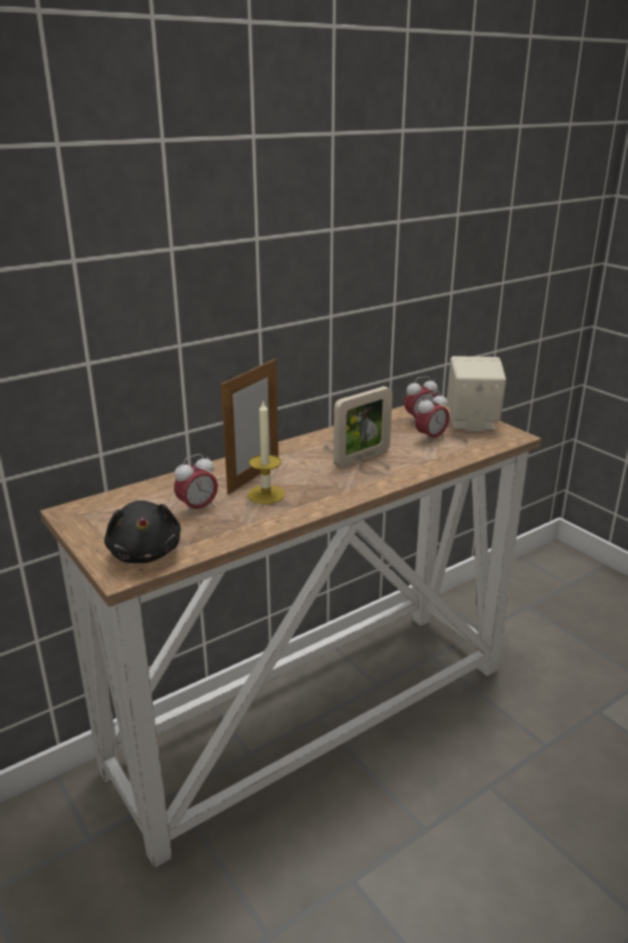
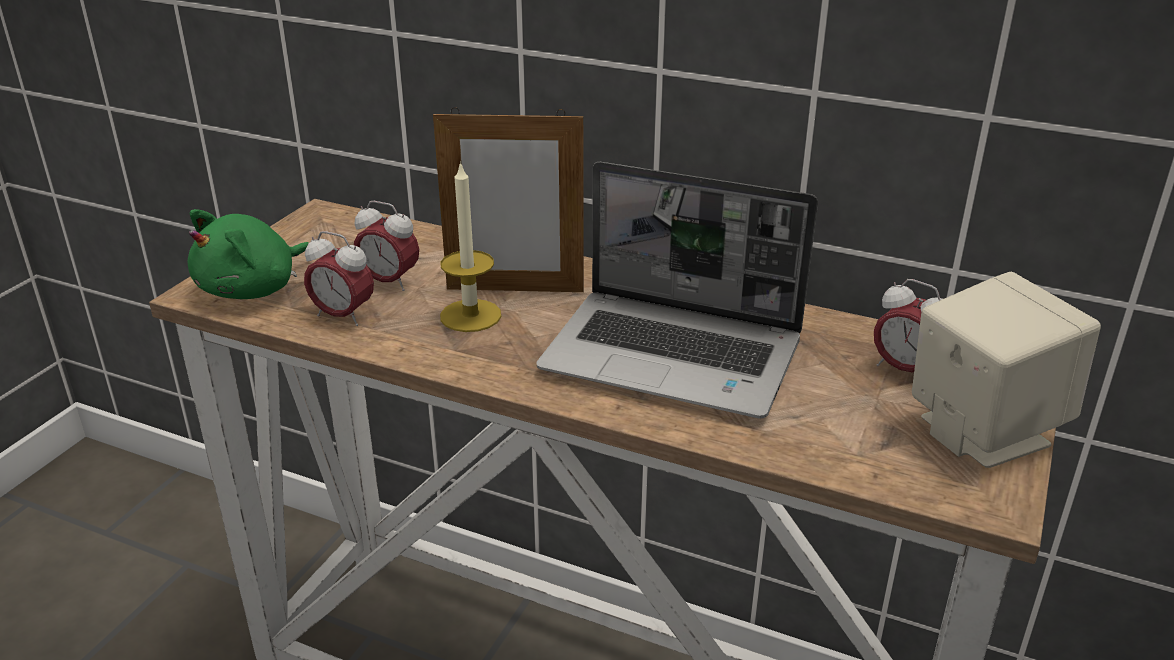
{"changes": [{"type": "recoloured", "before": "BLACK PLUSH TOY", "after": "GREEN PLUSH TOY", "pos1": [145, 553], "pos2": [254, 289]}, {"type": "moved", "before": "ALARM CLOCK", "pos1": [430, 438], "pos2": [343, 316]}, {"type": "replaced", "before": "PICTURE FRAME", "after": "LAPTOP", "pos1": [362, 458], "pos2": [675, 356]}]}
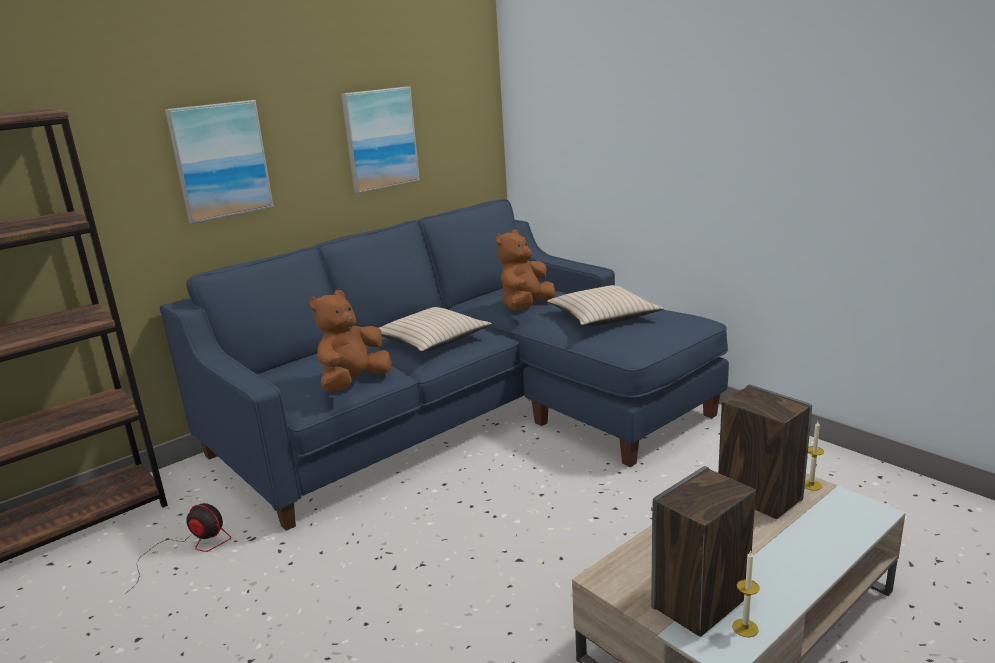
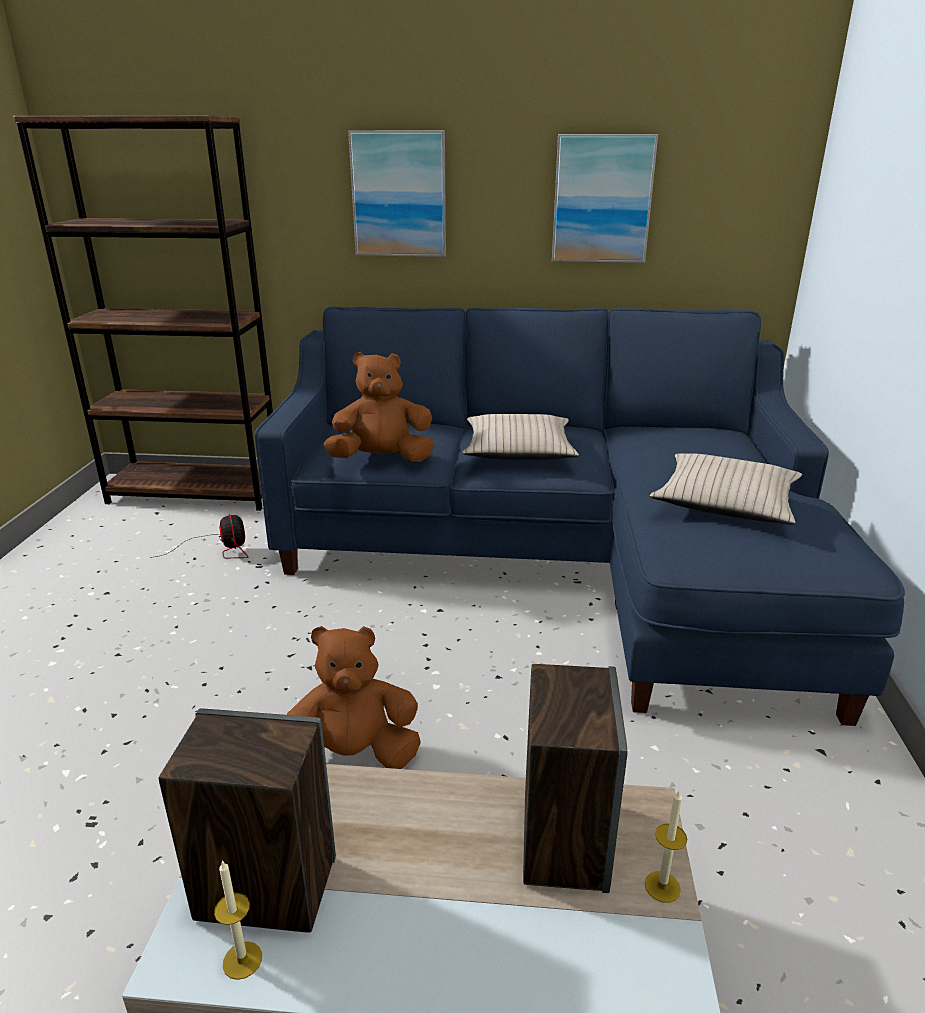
{"changes": [{"type": "moved", "before": "BROWN PLUSH TOY", "pos1": [526, 307], "pos2": [352, 757]}]}
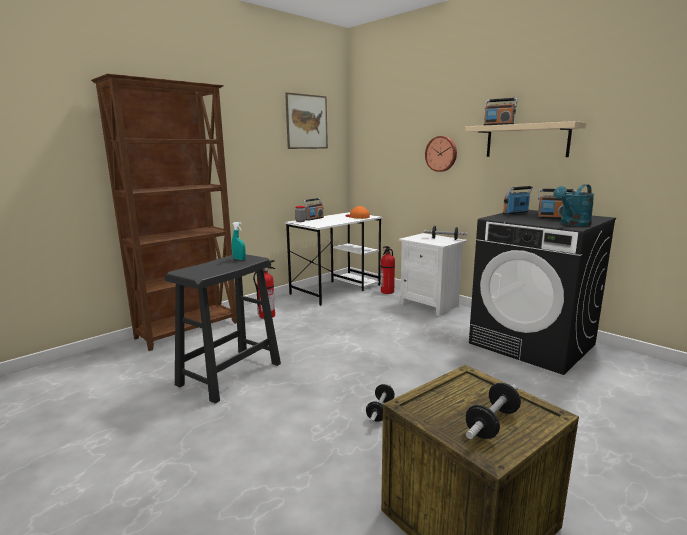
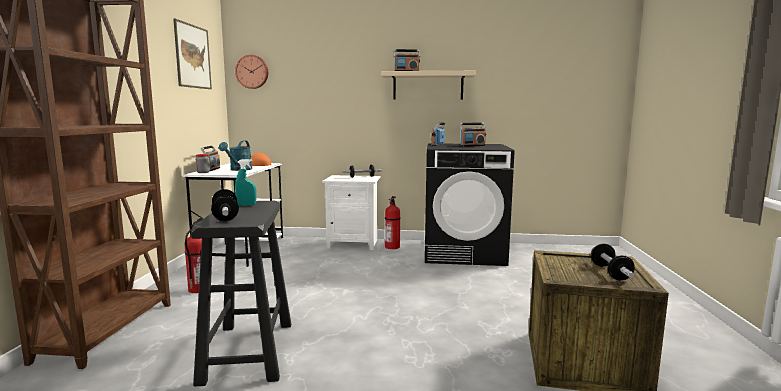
{"changes": [{"type": "moved", "before": "DUMBBELL", "pos1": [380, 411], "pos2": [225, 216]}, {"type": "moved", "before": "TURQUOISE WATERING CAN", "pos1": [572, 224], "pos2": [239, 169]}, {"type": "moved", "before": "WALL CLOCK", "pos1": [441, 154], "pos2": [252, 72]}, {"type": "moved", "before": "FIRE EXTINGUISHER", "pos1": [387, 292], "pos2": [392, 247]}]}
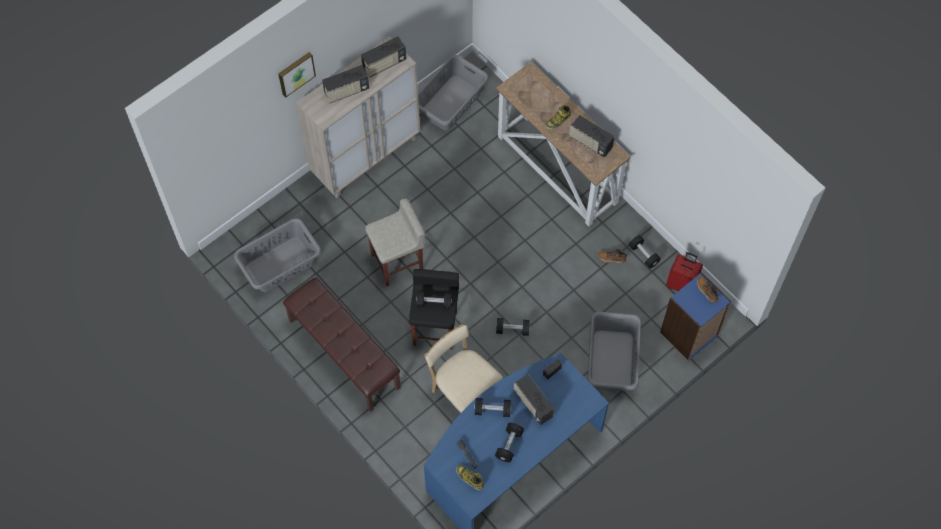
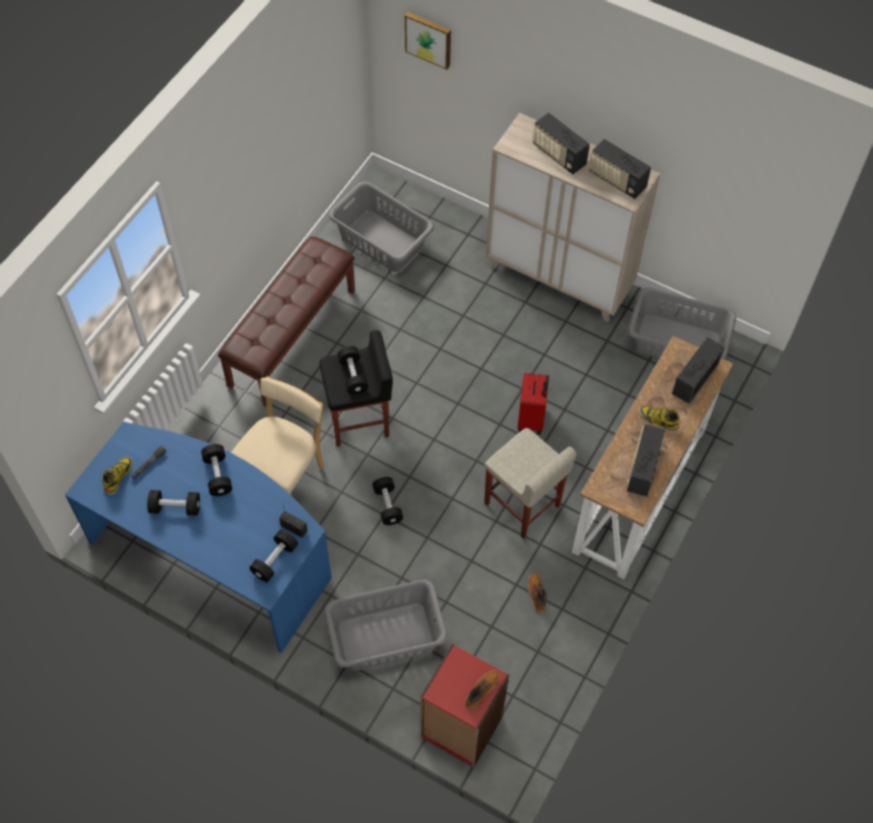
{"changes": [{"type": "moved", "before": "BLACK DUMBBELL", "pos1": [643, 255], "pos2": [274, 560]}, {"type": "moved", "before": "PICTURE", "pos1": [295, 73], "pos2": [429, 39]}, {"type": "recoloured", "before": "BLUE BOOKCASE", "after": "RED BOOKCASE", "pos1": [689, 334], "pos2": [461, 727]}, {"type": "moved", "before": "BEIGE STOOL", "pos1": [398, 262], "pos2": [522, 505]}, {"type": "moved", "before": "RED SUITCASE", "pos1": [682, 285], "pos2": [531, 419]}, {"type": "moved", "before": "RADIO", "pos1": [533, 404], "pos2": [694, 379]}]}
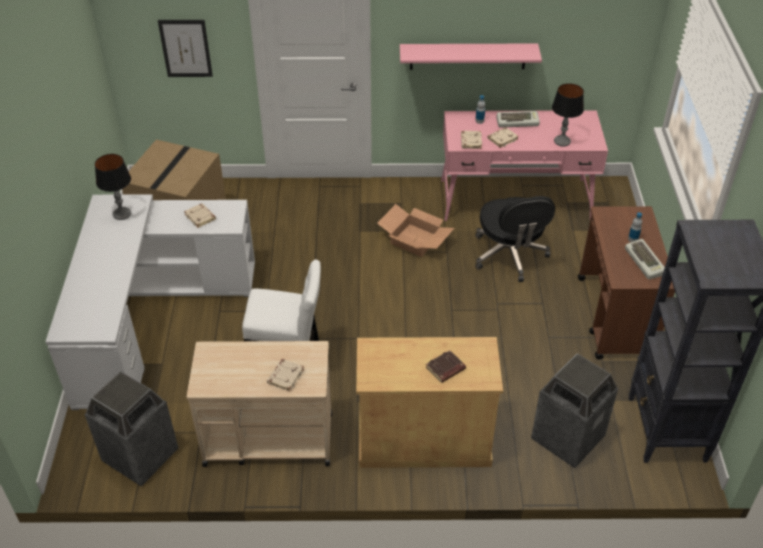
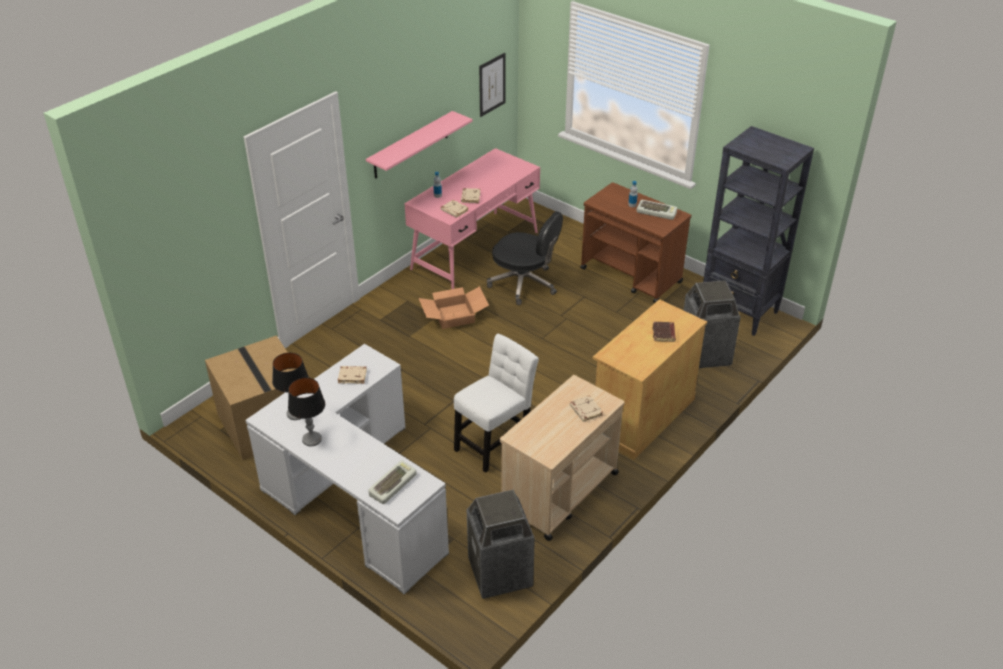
{"changes": [{"type": "moved", "before": "TABLE LAMP", "pos1": [562, 141], "pos2": [312, 439]}, {"type": "moved", "before": "KEYBOARD", "pos1": [517, 122], "pos2": [392, 484]}, {"type": "moved", "before": "PICTURE", "pos1": [185, 48], "pos2": [492, 84]}]}
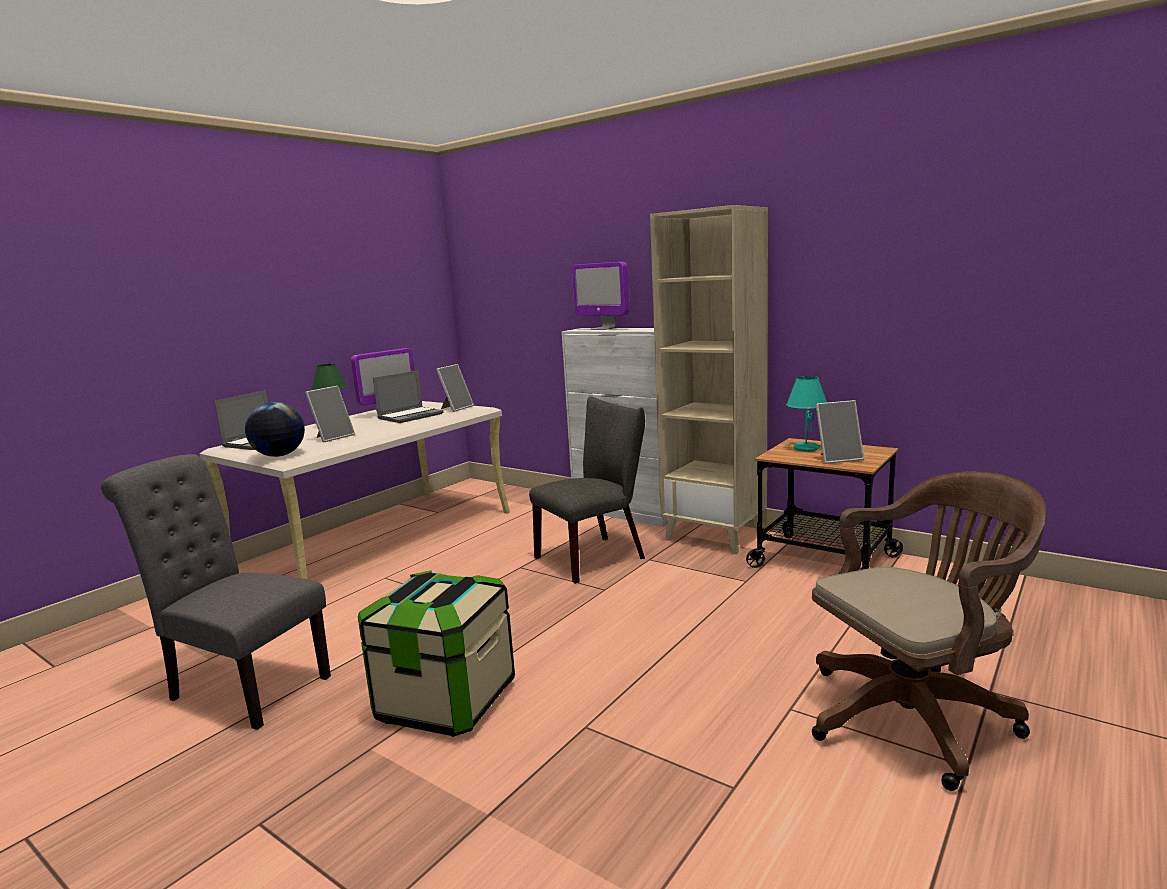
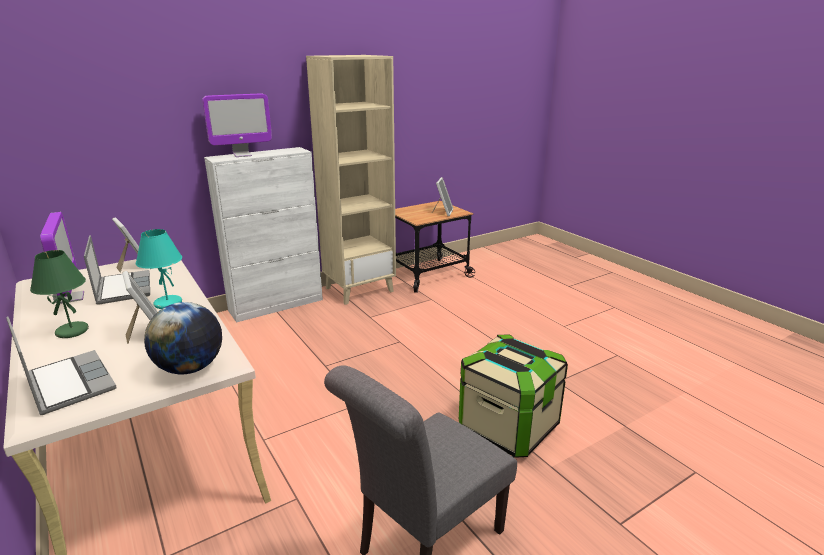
{"changes": [{"type": "moved", "before": "TURQUOISE TABLE LAMP", "pos1": [805, 448], "pos2": [167, 303]}, {"type": "removed", "before": "GREY CHAIR", "pos1": [596, 556]}, {"type": "removed", "before": "BROWN OFFICE CHAIR", "pos1": [916, 715]}]}
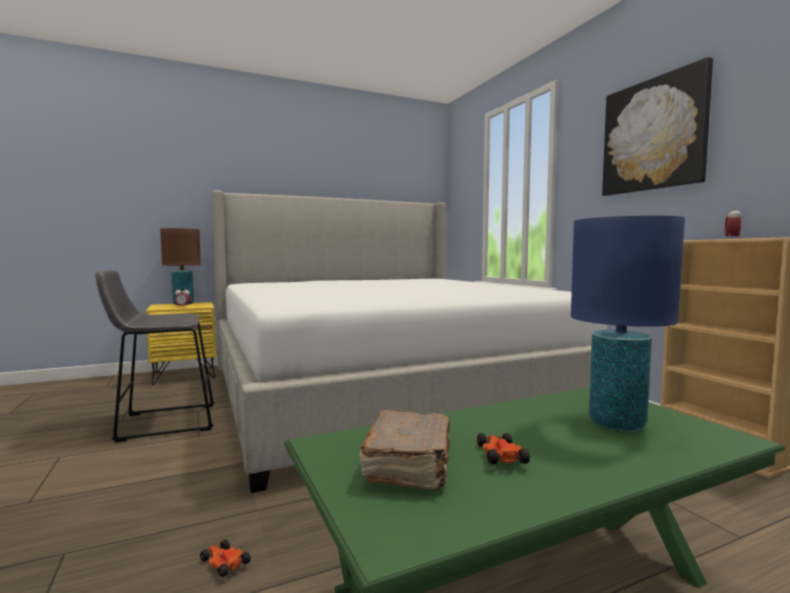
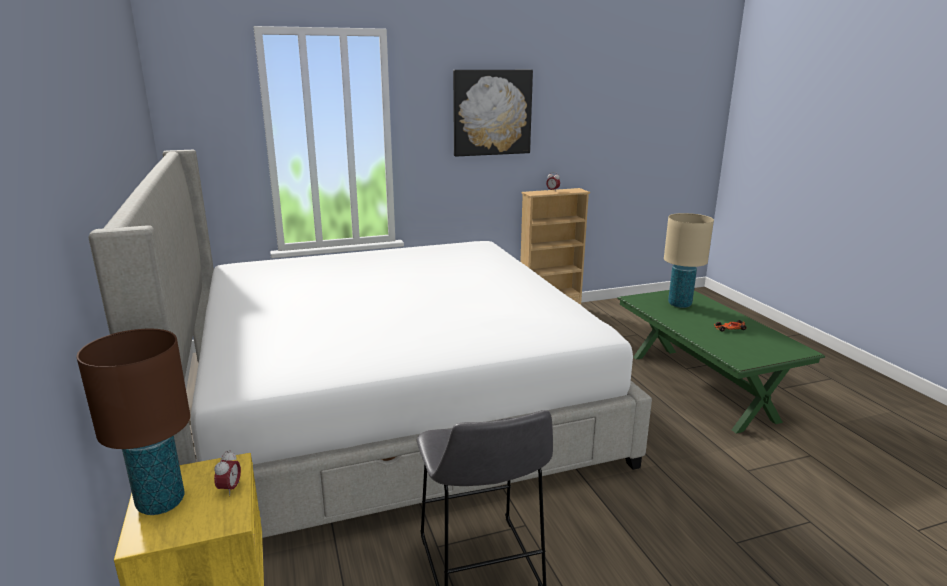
{"changes": [{"type": "recoloured", "before": "BLUE TABLE LAMP", "after": "BEIGE TABLE LAMP", "pos1": [616, 423], "pos2": [680, 304]}, {"type": "removed", "before": "TOY CAR", "pos1": [223, 563]}, {"type": "removed", "before": "BROWN BOOK", "pos1": [410, 466]}]}
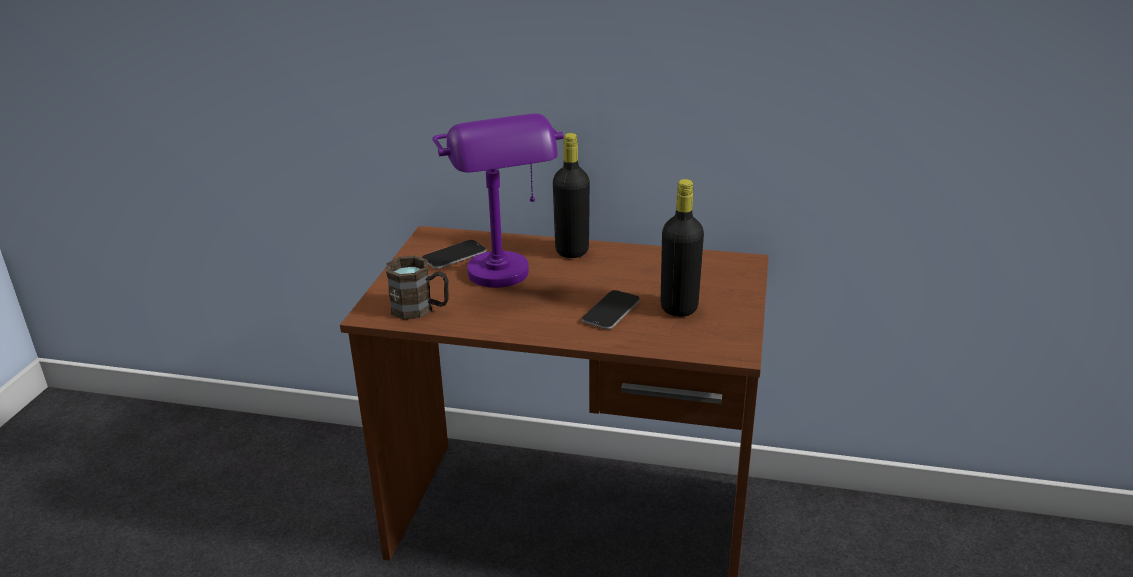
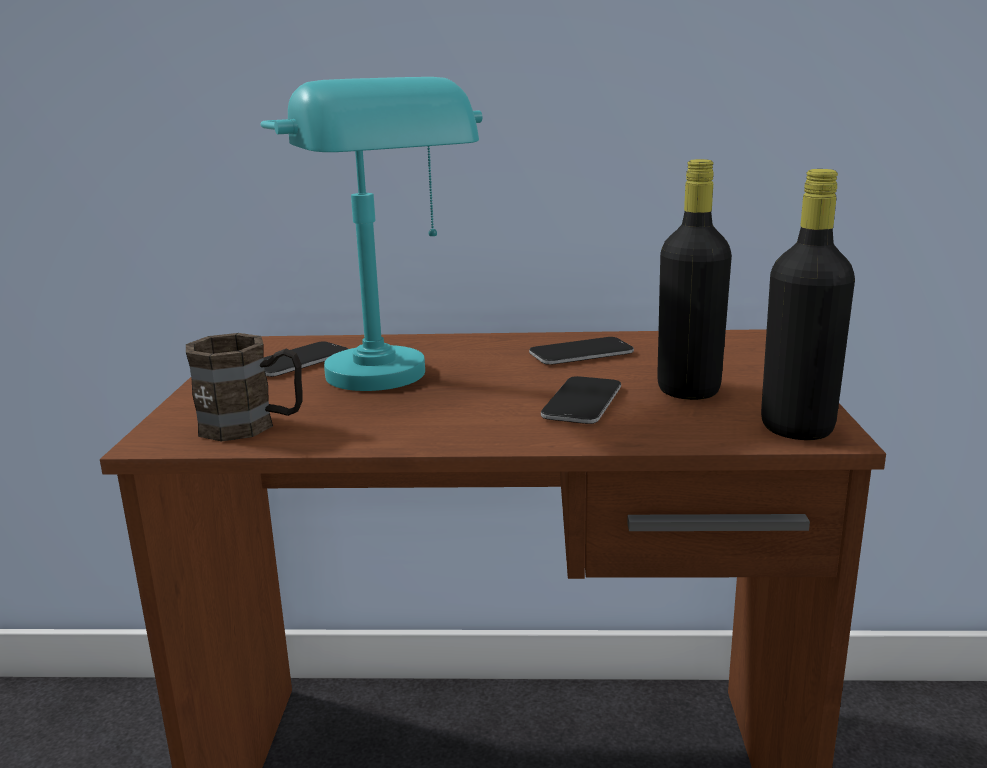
{"changes": [{"type": "recoloured", "before": "PURPLE TABLE LAMP", "after": "TURQUOISE TABLE LAMP", "pos1": [506, 282], "pos2": [393, 383]}, {"type": "added", "after": "PHONE", "pos2": [581, 353]}, {"type": "moved", "before": "BLACK BOTTLE", "pos1": [572, 251], "pos2": [796, 428]}]}
